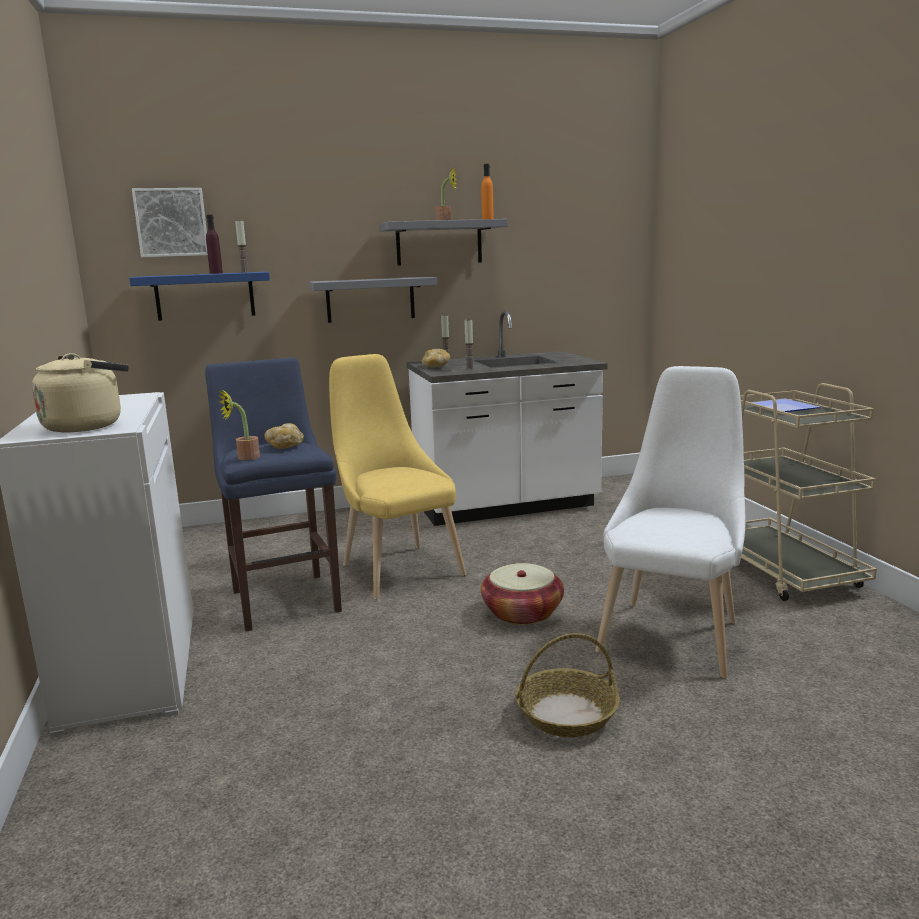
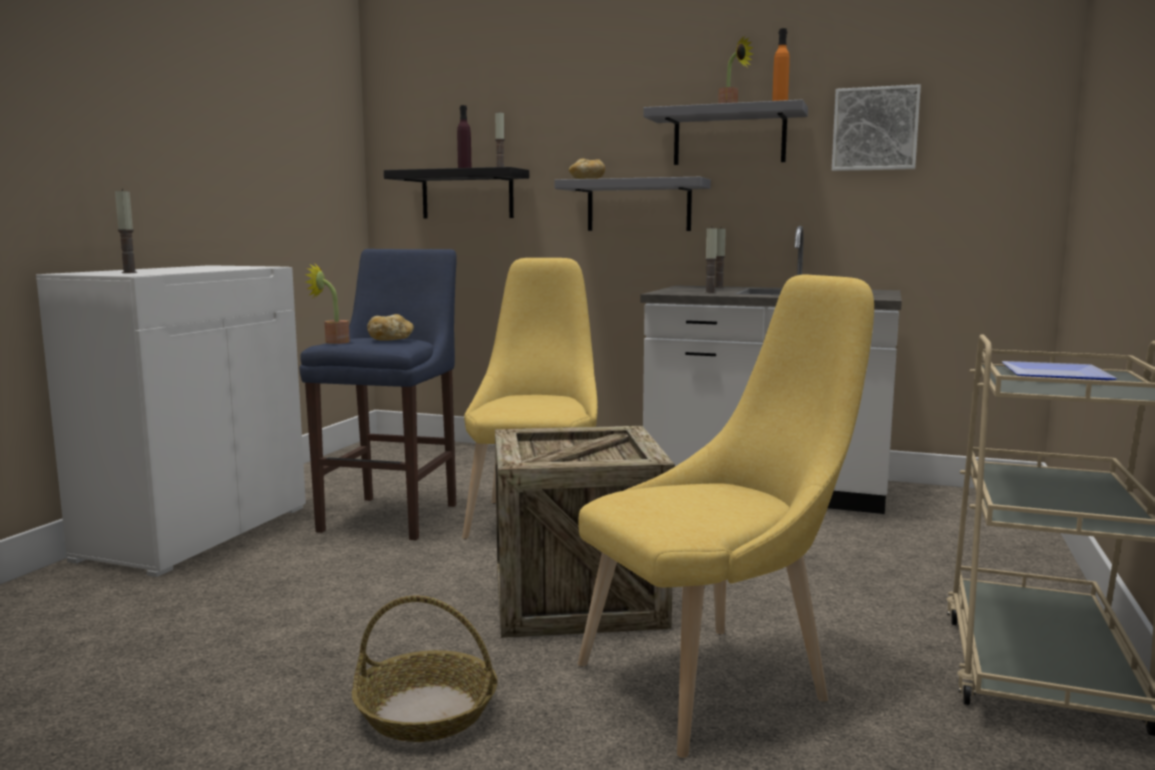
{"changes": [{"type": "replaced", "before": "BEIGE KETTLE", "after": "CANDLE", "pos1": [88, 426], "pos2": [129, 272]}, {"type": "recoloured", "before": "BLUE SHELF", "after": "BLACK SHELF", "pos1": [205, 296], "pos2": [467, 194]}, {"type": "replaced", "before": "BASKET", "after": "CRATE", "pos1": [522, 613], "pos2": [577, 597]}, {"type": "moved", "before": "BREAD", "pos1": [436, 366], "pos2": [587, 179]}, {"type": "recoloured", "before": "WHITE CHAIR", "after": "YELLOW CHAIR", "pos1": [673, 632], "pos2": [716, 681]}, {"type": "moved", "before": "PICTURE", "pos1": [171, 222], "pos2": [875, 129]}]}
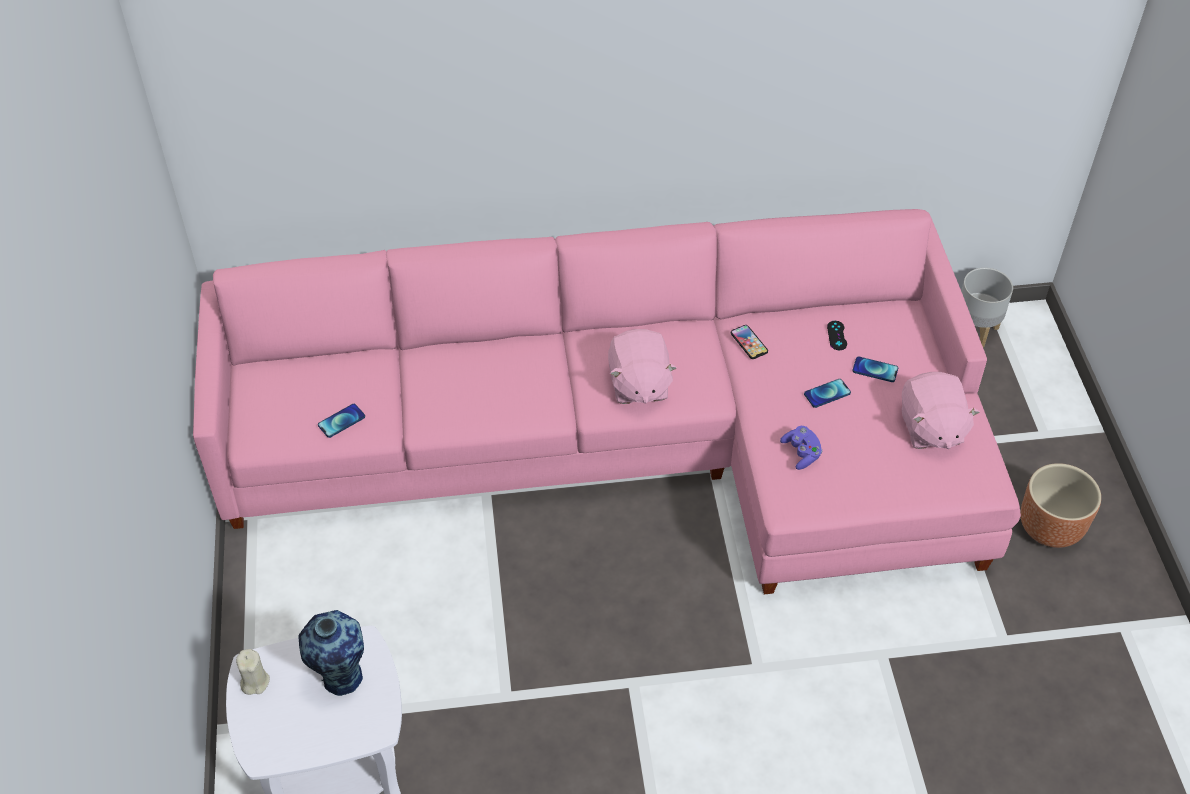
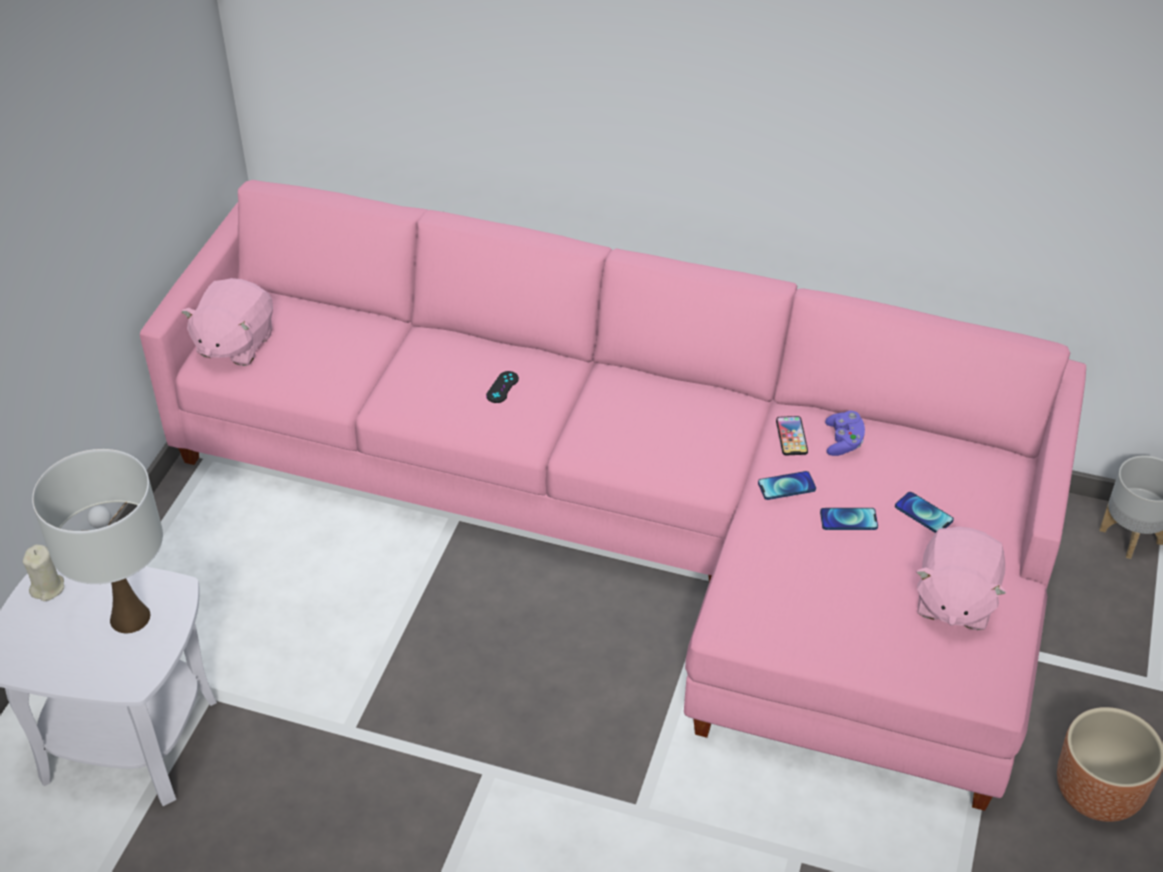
{"changes": [{"type": "replaced", "before": "VASE", "after": "WHITE TABLE LAMP", "pos1": [340, 678], "pos2": [129, 617]}, {"type": "moved", "before": "PINK PLUSH TOY", "pos1": [638, 384], "pos2": [234, 344]}, {"type": "moved", "before": "BLACK GAME CONTROLLER", "pos1": [837, 335], "pos2": [502, 387]}, {"type": "moved", "before": "PHONE", "pos1": [341, 421], "pos2": [786, 486]}, {"type": "moved", "before": "PURPLE GAME CONTROLLER", "pos1": [801, 453], "pos2": [843, 441]}]}
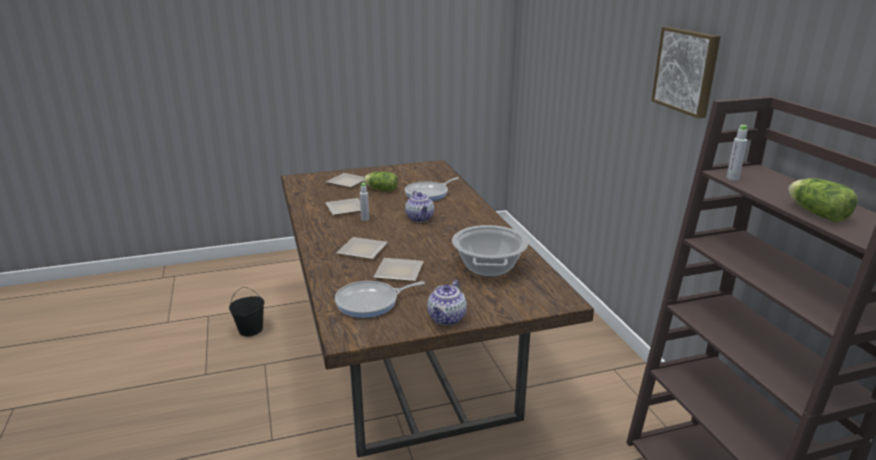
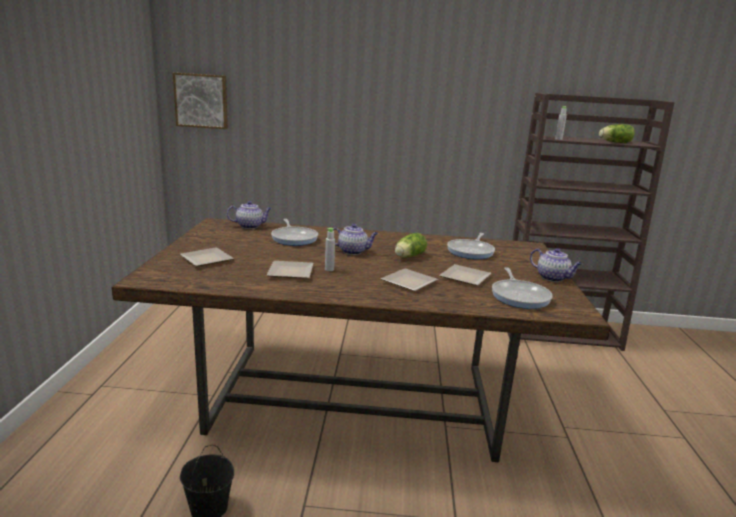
{"changes": [{"type": "moved", "before": "PICTURE", "pos1": [687, 70], "pos2": [201, 100]}, {"type": "added", "after": "TEAPOT", "pos2": [250, 226]}, {"type": "moved", "before": "LETTUCE", "pos1": [380, 189], "pos2": [408, 256]}, {"type": "replaced", "before": "COOKING POT", "after": "FRYING PAN", "pos1": [489, 267], "pos2": [471, 251]}]}
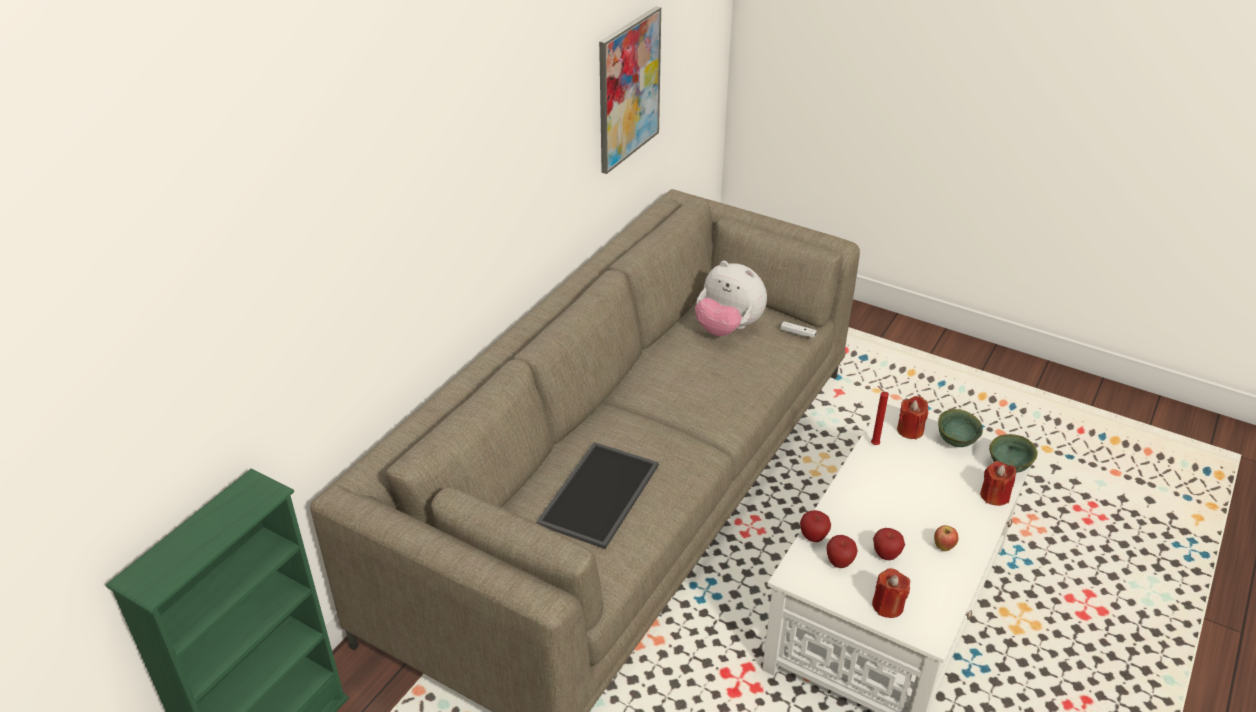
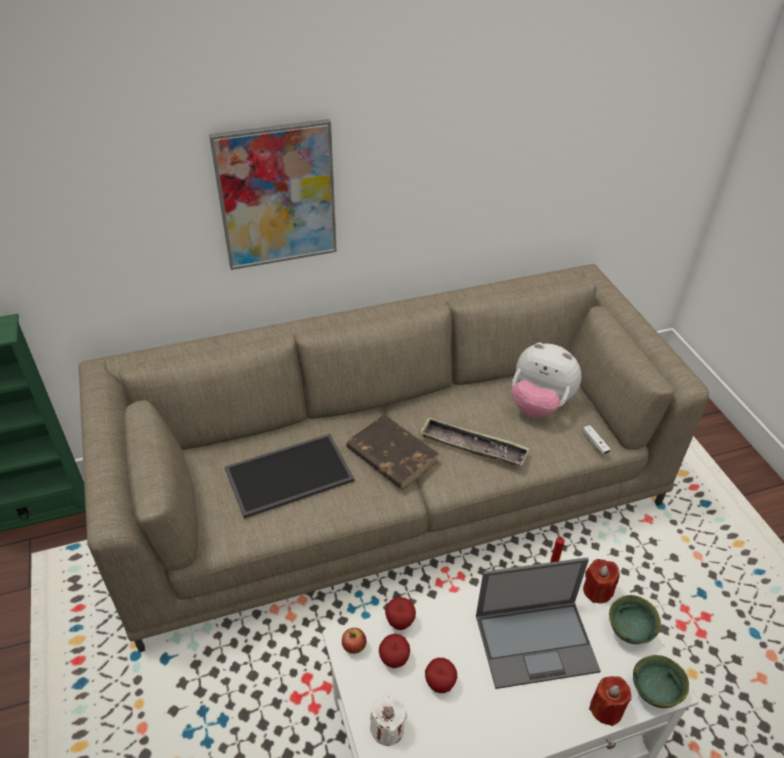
{"changes": [{"type": "moved", "before": "PICTURE", "pos1": [628, 89], "pos2": [277, 196]}, {"type": "moved", "before": "APPLE", "pos1": [943, 547], "pos2": [354, 648]}, {"type": "added", "after": "BROWN BOOK", "pos2": [391, 455]}, {"type": "recoloured", "before": "RED CANDLE", "after": "WHITE CANDLE", "pos1": [887, 606], "pos2": [387, 729]}, {"type": "added", "after": "TRAY", "pos2": [472, 446]}, {"type": "added", "after": "LAPTOP", "pos2": [537, 642]}, {"type": "turned", "before": "PLUSH TOY", "pos1": [728, 328], "pos2": [539, 405], "turn": -45}]}
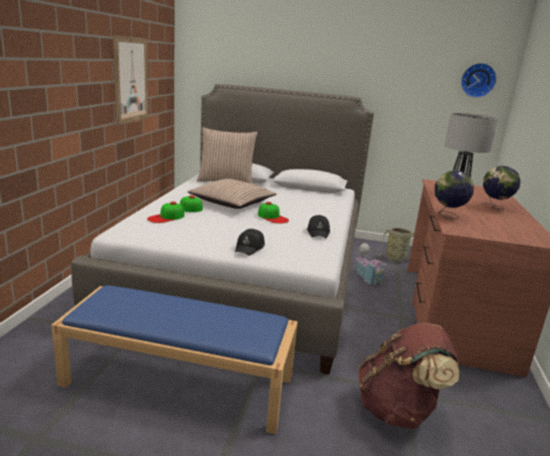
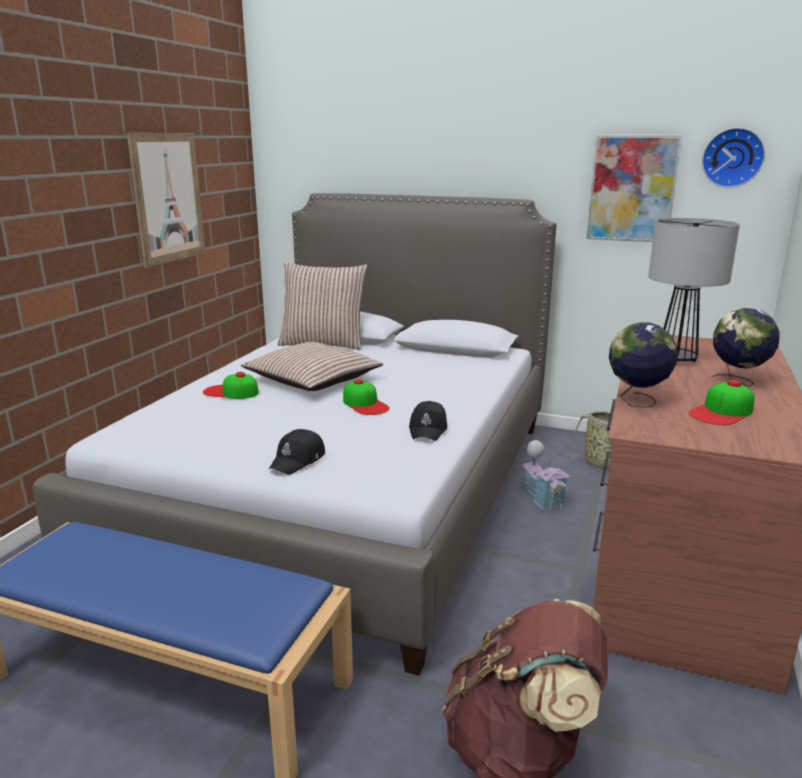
{"changes": [{"type": "added", "after": "PICTURE", "pos2": [632, 188]}, {"type": "moved", "before": "CAP", "pos1": [166, 217], "pos2": [722, 412]}]}
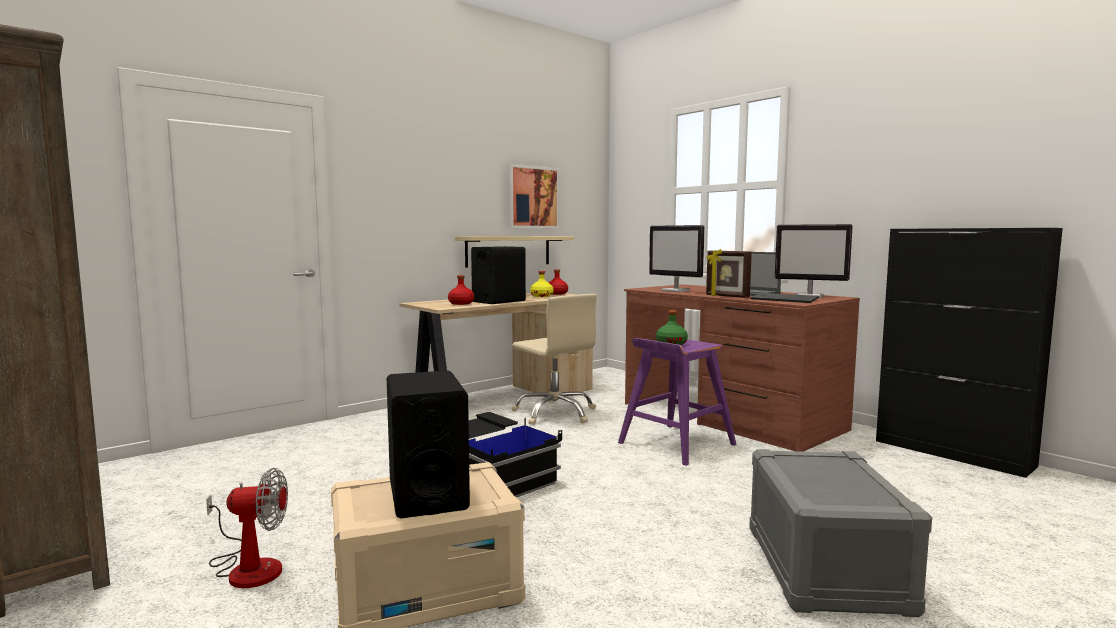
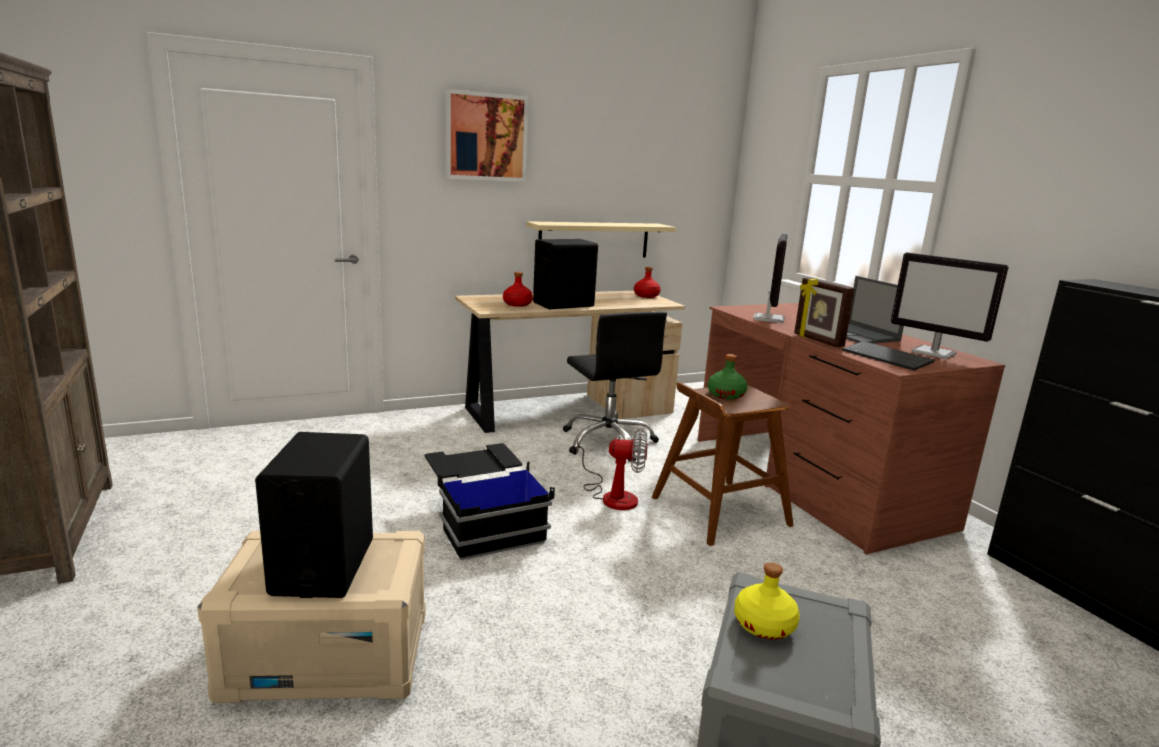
{"changes": [{"type": "moved", "before": "PICTURE", "pos1": [533, 197], "pos2": [486, 137]}, {"type": "recoloured", "before": "BEIGE OFFICE CHAIR", "after": "BLACK OFFICE CHAIR", "pos1": [555, 413], "pos2": [608, 442]}, {"type": "moved", "before": "FAN", "pos1": [248, 567], "pos2": [612, 495]}, {"type": "recoloured", "before": "PURPLE STOOL", "after": "BROWN STOOL", "pos1": [675, 444], "pos2": [718, 511]}, {"type": "moved", "before": "YELLOW BOTTLE", "pos1": [542, 296], "pos2": [764, 625]}, {"type": "turned", "before": "MONITOR", "pos1": [676, 291], "pos2": [768, 318], "turn": -135}]}
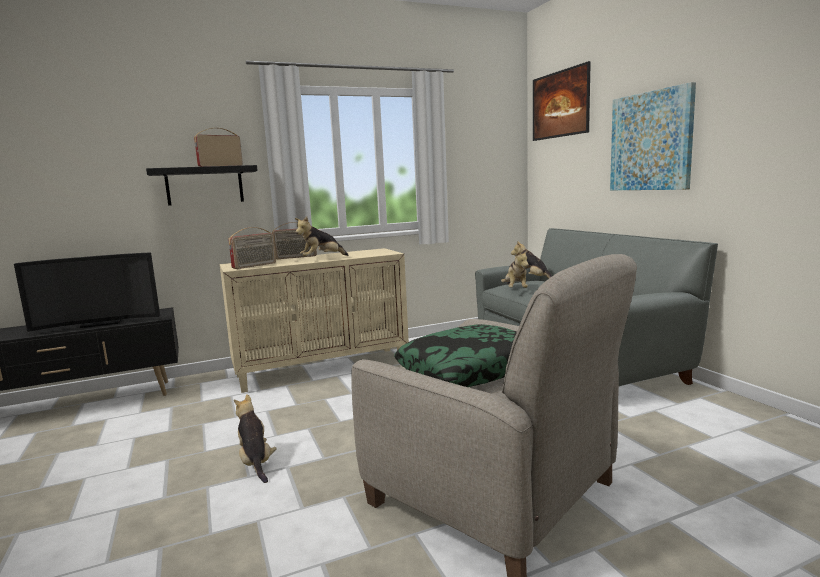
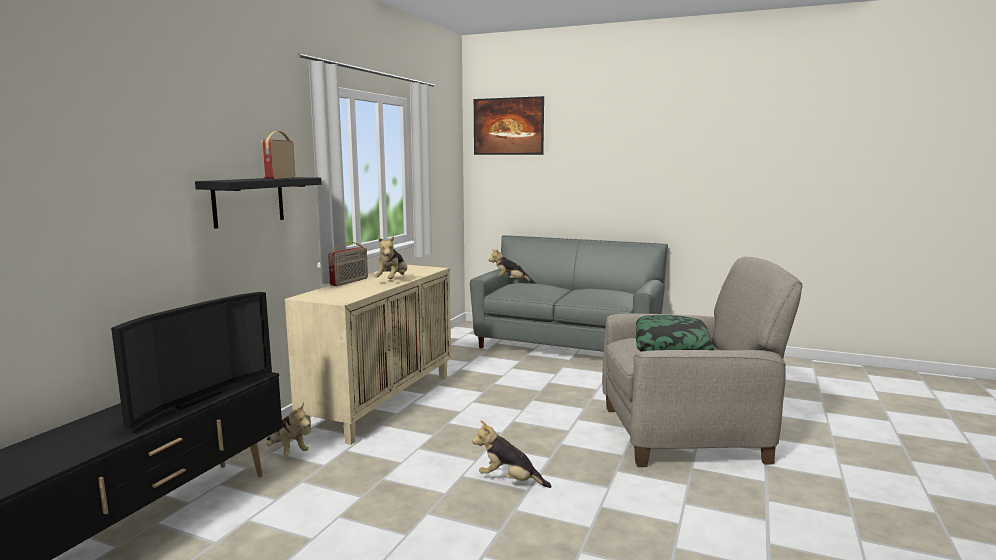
{"changes": [{"type": "moved", "before": "PLUSH TOY", "pos1": [515, 289], "pos2": [287, 451]}, {"type": "removed", "before": "RADIO", "pos1": [255, 265]}, {"type": "removed", "before": "PICTURE", "pos1": [651, 141]}]}
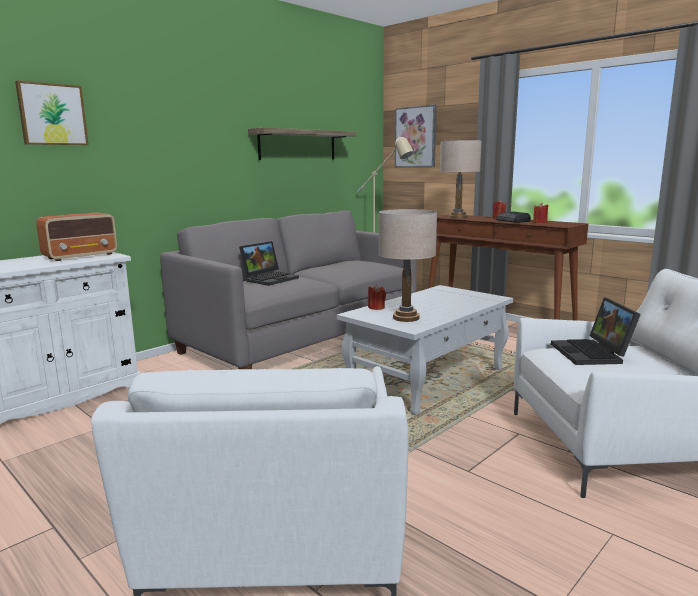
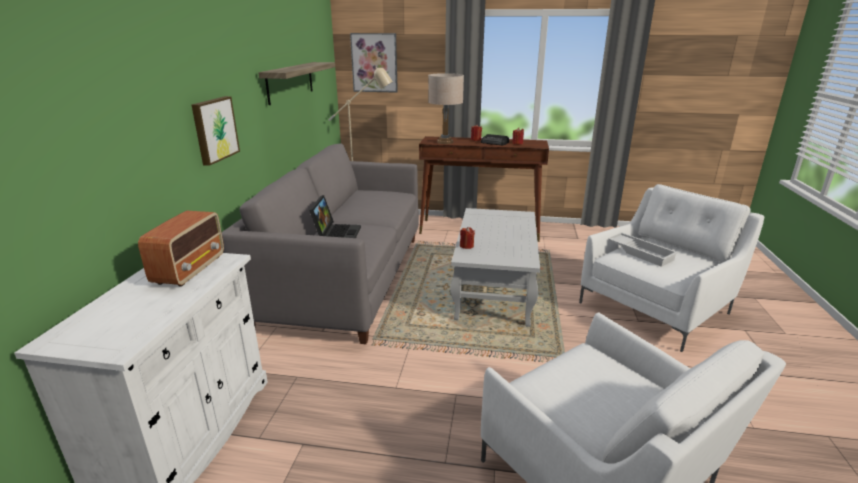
{"changes": [{"type": "moved", "before": "PICTURE", "pos1": [52, 114], "pos2": [214, 129]}, {"type": "replaced", "before": "LAPTOP", "after": "WHITE TRAY", "pos1": [593, 354], "pos2": [640, 252]}, {"type": "removed", "before": "BEIGE TABLE LAMP", "pos1": [405, 318]}]}
